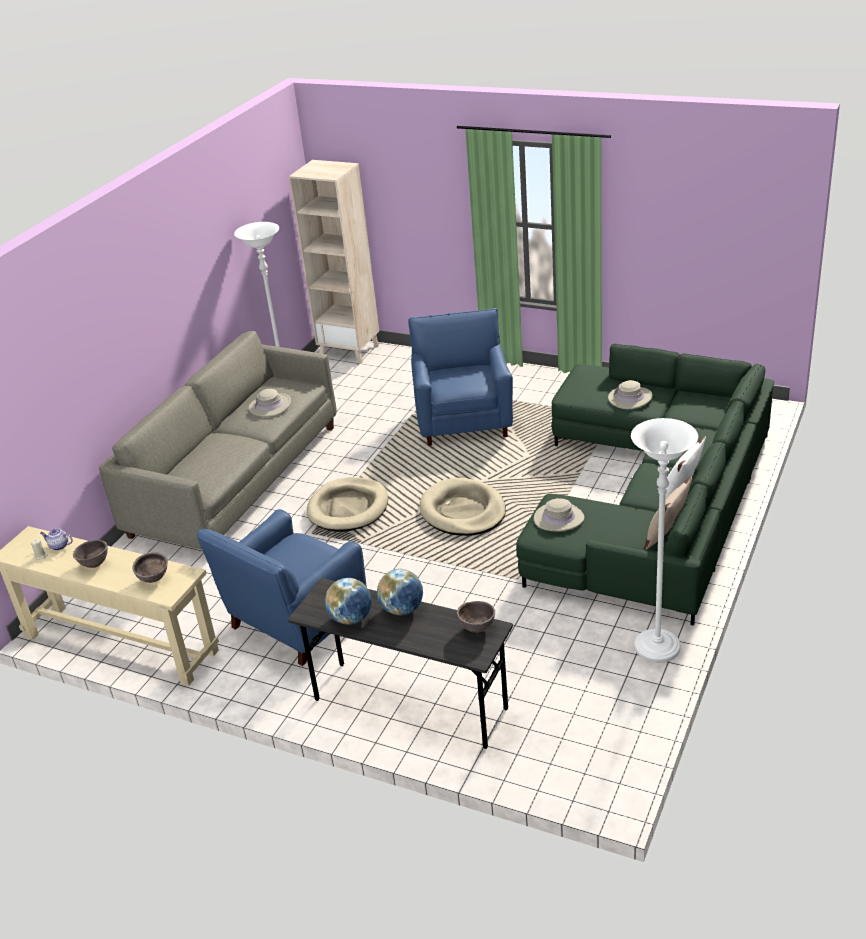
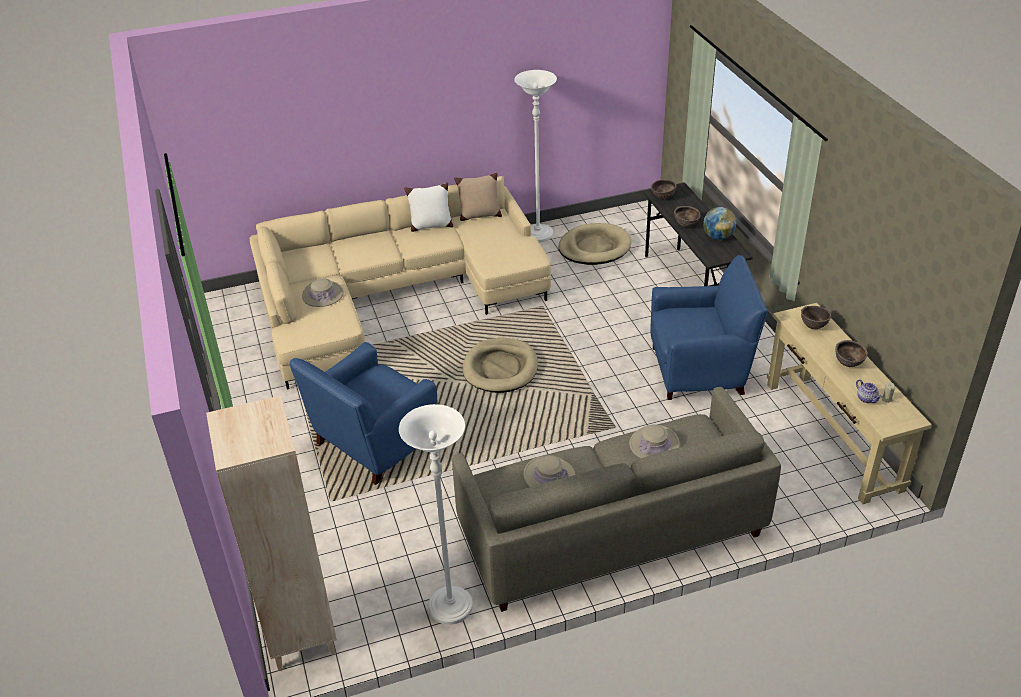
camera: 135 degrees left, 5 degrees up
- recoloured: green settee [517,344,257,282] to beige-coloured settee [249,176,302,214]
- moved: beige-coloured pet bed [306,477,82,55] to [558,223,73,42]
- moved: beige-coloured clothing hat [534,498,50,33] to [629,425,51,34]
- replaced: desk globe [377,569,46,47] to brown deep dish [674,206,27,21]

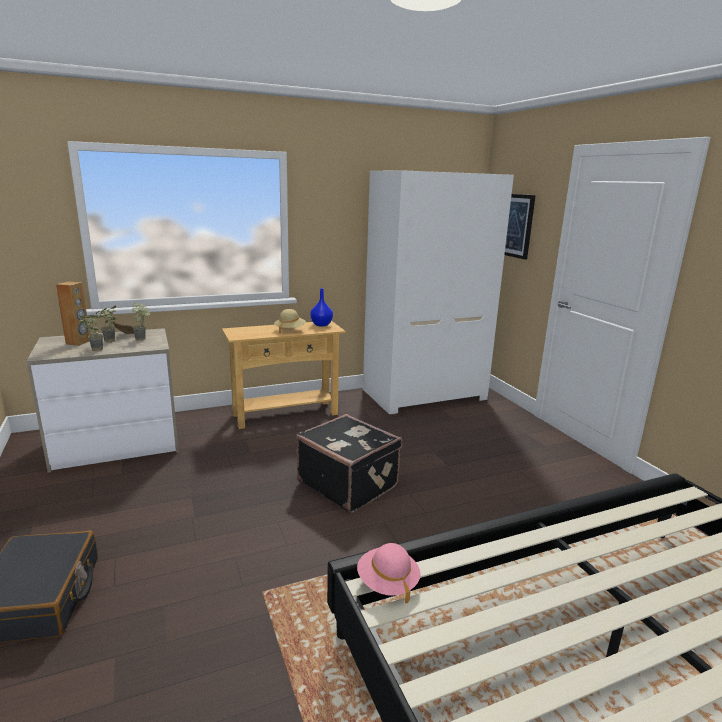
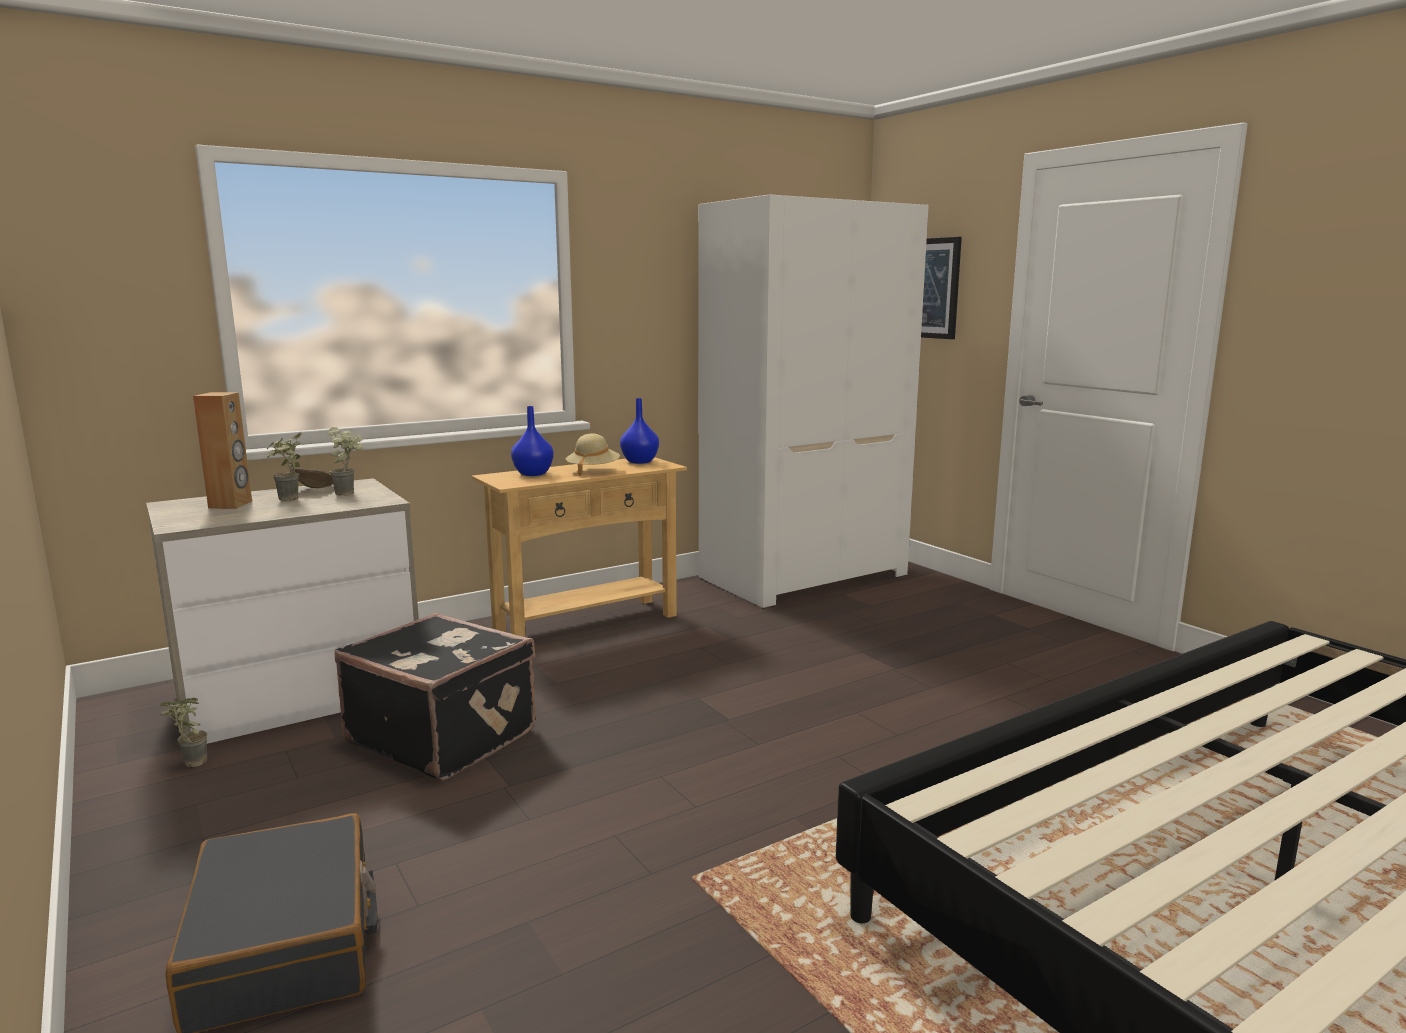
camera: 10 degrees left, 5 degrees down
- moved: houseplant [80,315,23,36] to [159,698,49,69]
- moved: black piece of luggage [296,414,106,99] to [335,613,200,167]
- removed: pink-coloured clothing hat [357,543,64,60]
- added: blue decorative vase [511,406,43,70]

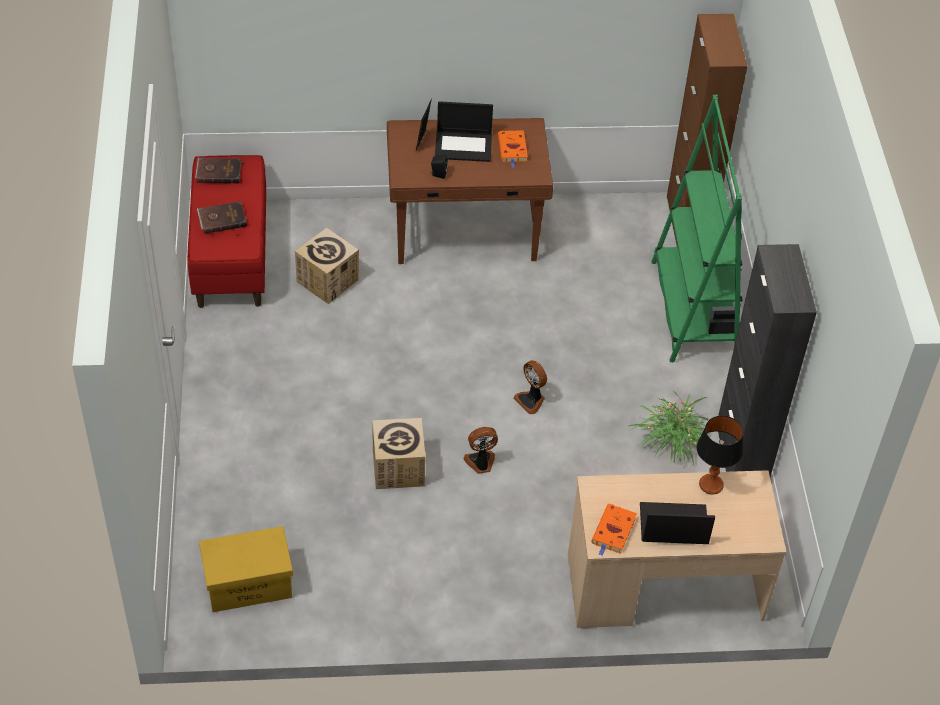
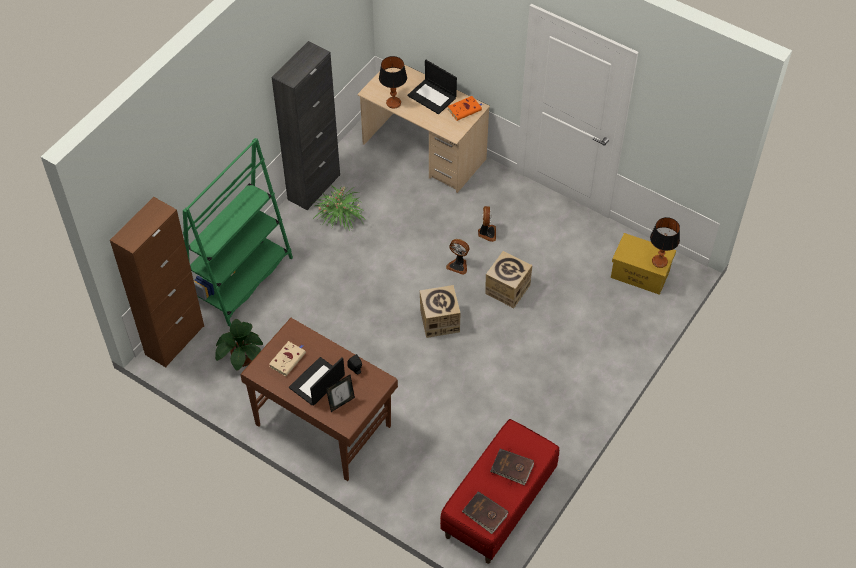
camera: 140 degrees left, 5 degrees up
- turned: laptop [435,101,58,61] = [289,357,56,49] 90 degrees counterclockwise
- recoloured: orange-coloured bound book [498,130,30,38] to beige-coloured bound book [269,341,37,35]
- moved: carton [295,228,64,76] to [420,285,41,53]
- moved: fan [513,360,34,54] to [478,206,18,36]
- added: table lamp [650,217,30,51]
- added: houseplant [215,319,48,52]

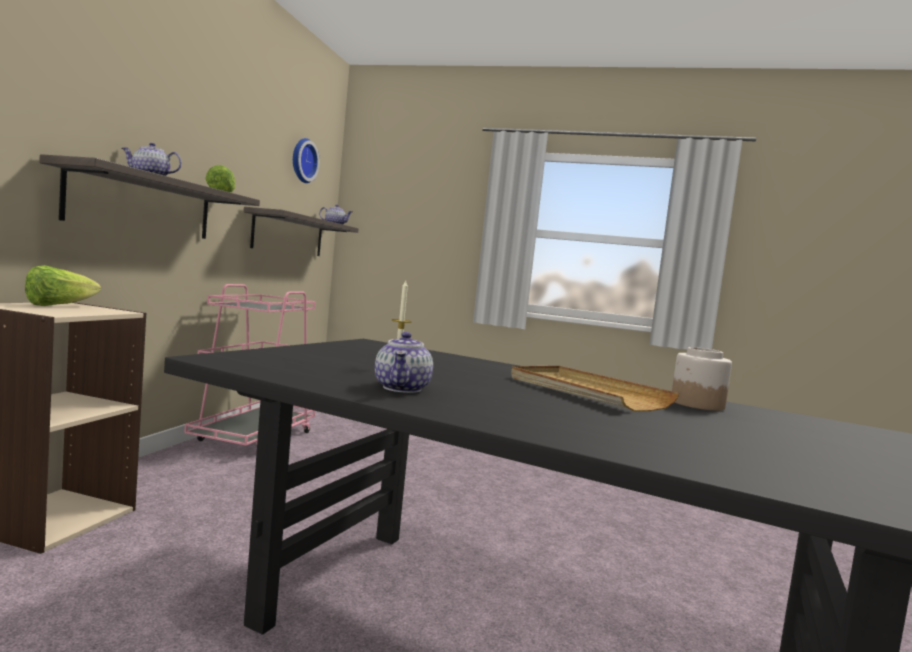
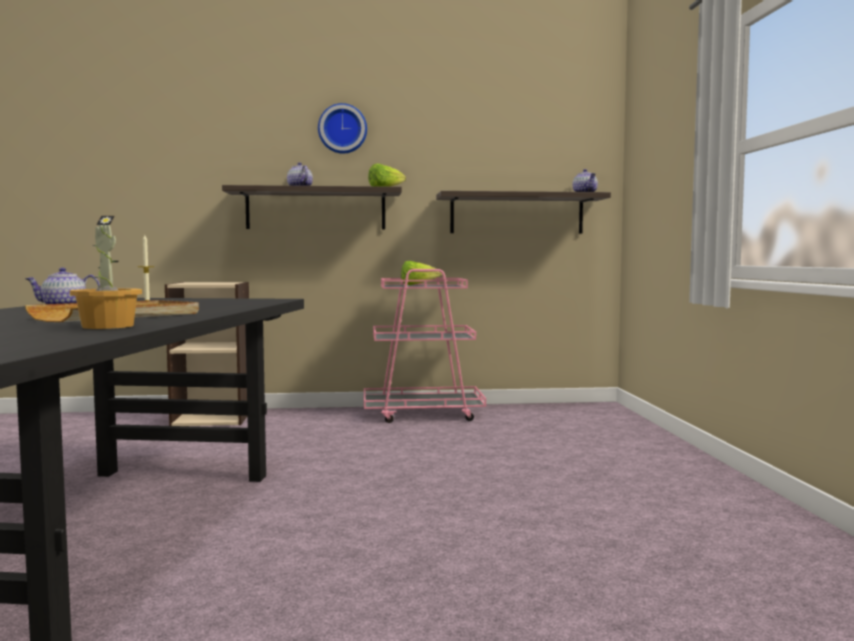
camera: 70 degrees right, 0 degrees up
- moved: hanging clock [293,138,27,45] to [318,103,49,50]
- moved: lettuce head [25,265,76,41] to [401,261,41,24]
- replaced: preserve jar [672,347,60,64] to houseplant [70,216,72,113]

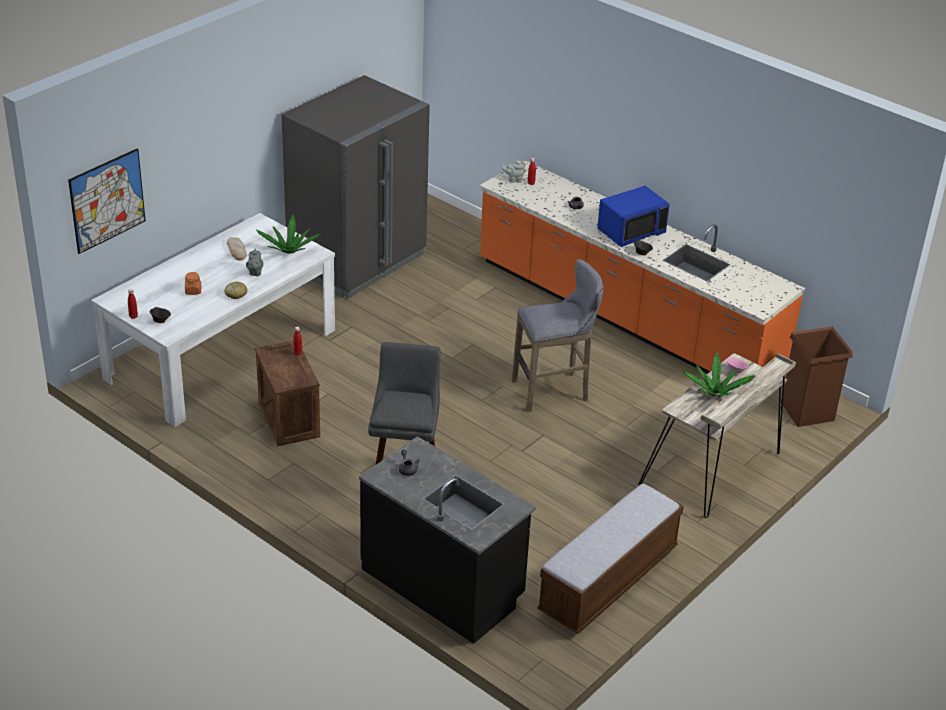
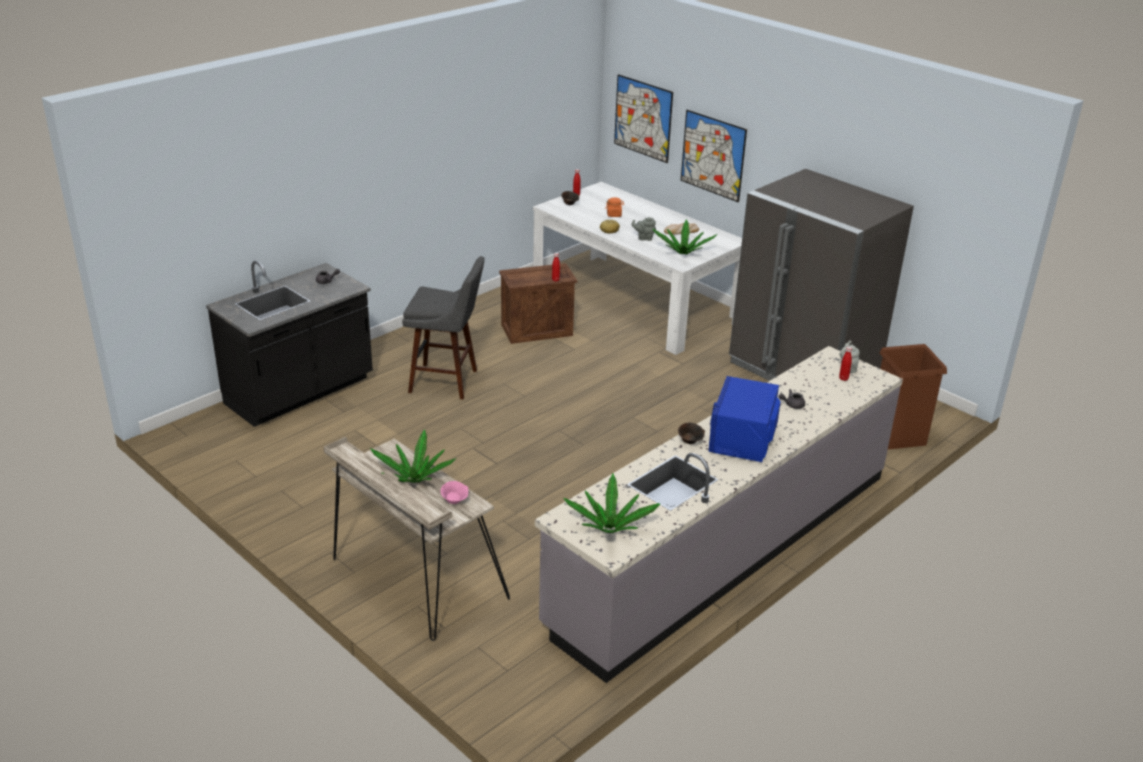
camera: 95 degrees right, 5 degrees down
- recoloured: orange-coloured counter [479,160,326,214] to grey counter [535,346,368,337]
- turned: blue kitchen microwave [597,186,73,61] = [709,376,72,86] 45 degrees clockwise
- removed: grey stool seat [512,259,92,153]
- moved: brown waste bin [781,326,72,101] to [880,344,67,105]
- removed: indoor bench [537,484,147,150]
- added: wall art [681,110,66,92]
- added: houseplant [563,474,97,59]

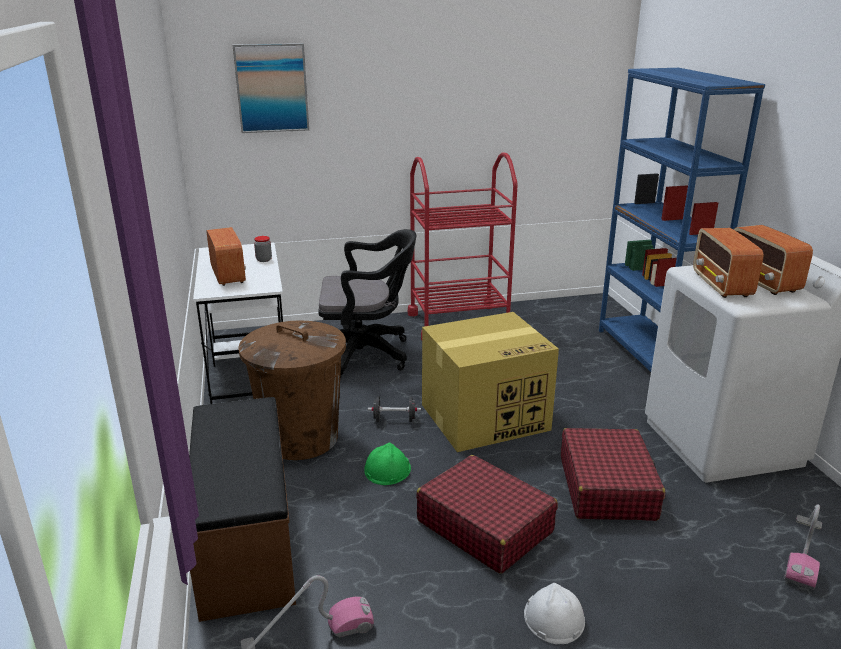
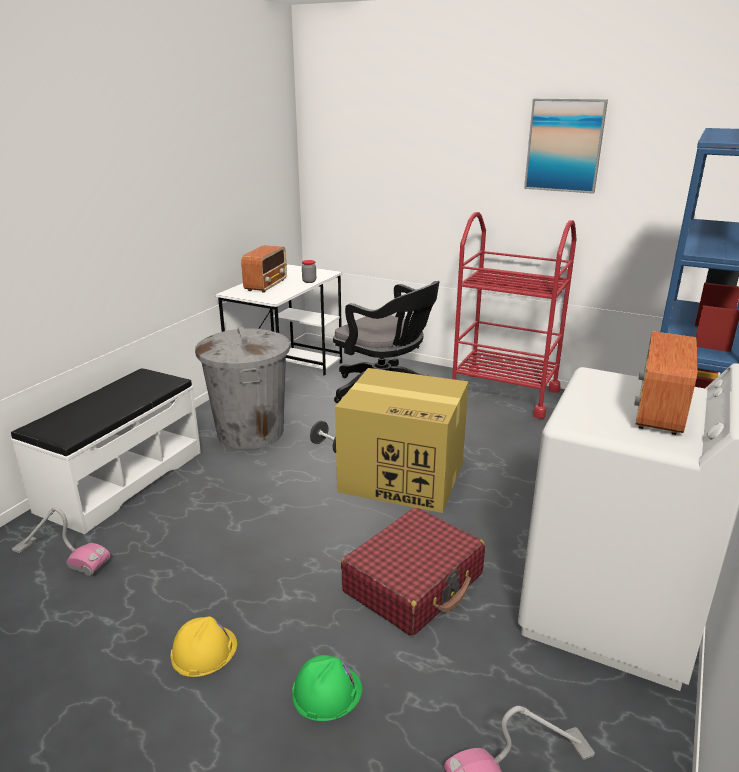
camera: 40 degrees right, 0 degrees up
- moved: wall art [233,43,76,90] to [524,99,84,95]
- removed: radio set [693,228,71,70]
- recoloured: brown waste bin [238,320,108,140] to grey waste bin [195,327,95,122]
- recoloured: brown indoor bench [189,397,107,225] to white indoor bench [11,368,190,166]
- moved: green work helmet [364,443,47,42] to [292,655,70,66]
- removed: red-coloured piece of luggage [416,455,142,119]
- recoloured: white work helmet [524,583,61,61] to yellowish work helmet [171,616,66,61]

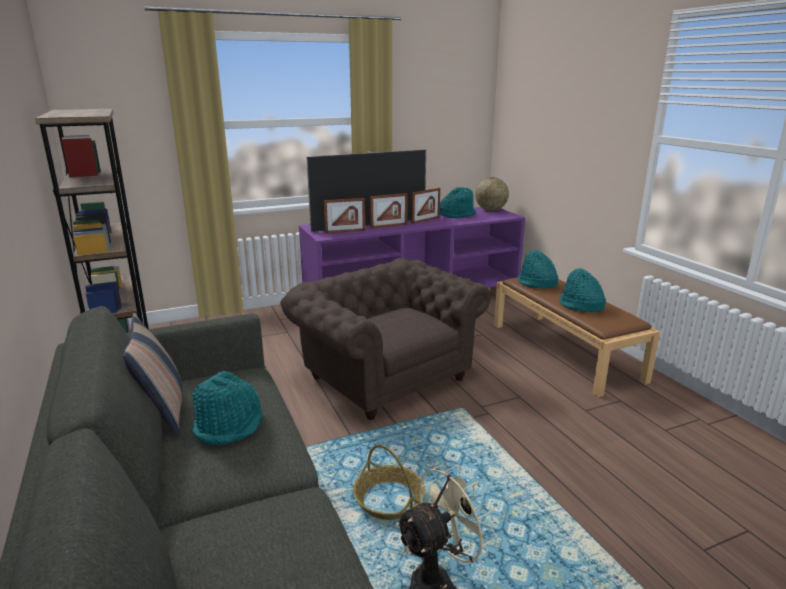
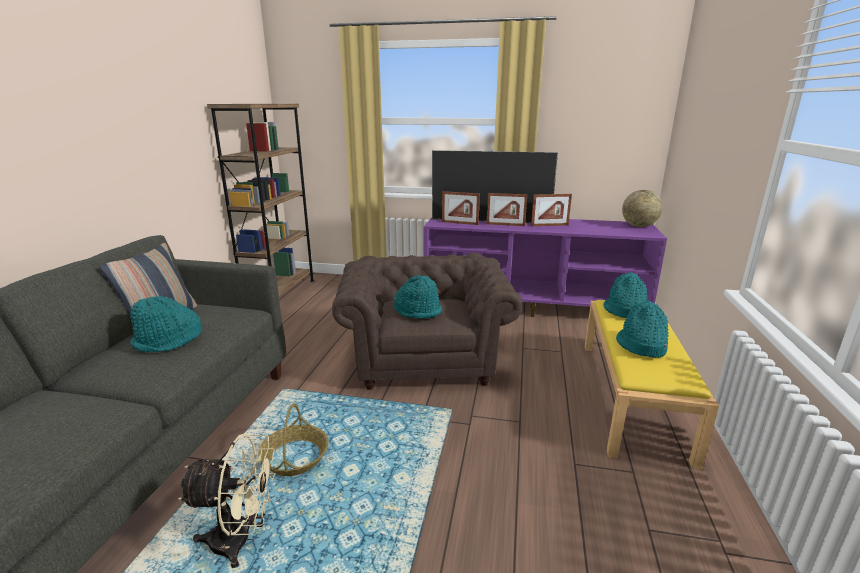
camera: 35 degrees right, 0 degrees up
- moved: blue-green clothing hat [440,187,36,31] to [394,275,48,44]
- recoloured: brown indoor bench [494,278,166,119] to yellowish indoor bench [585,300,134,170]

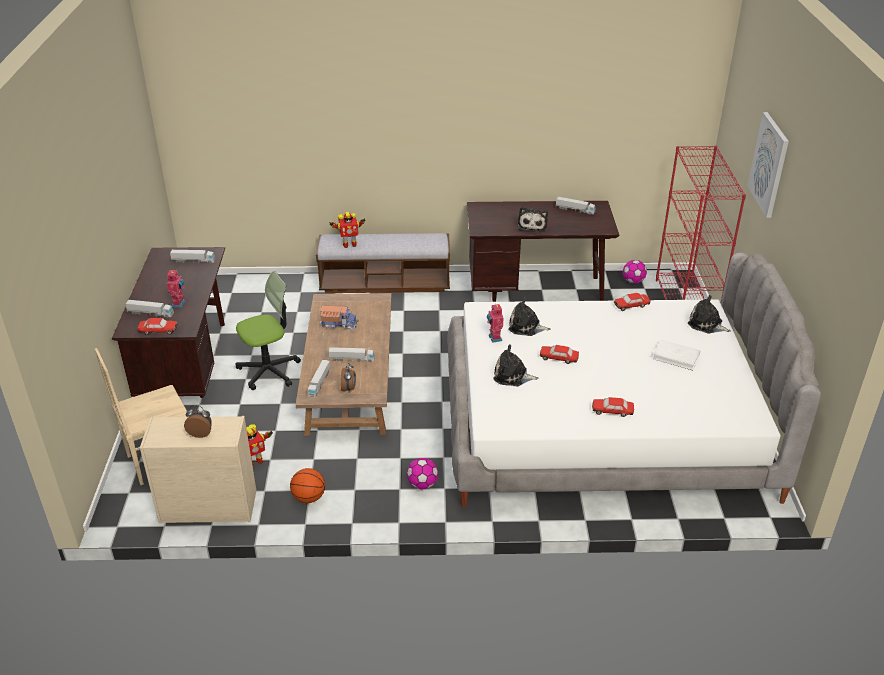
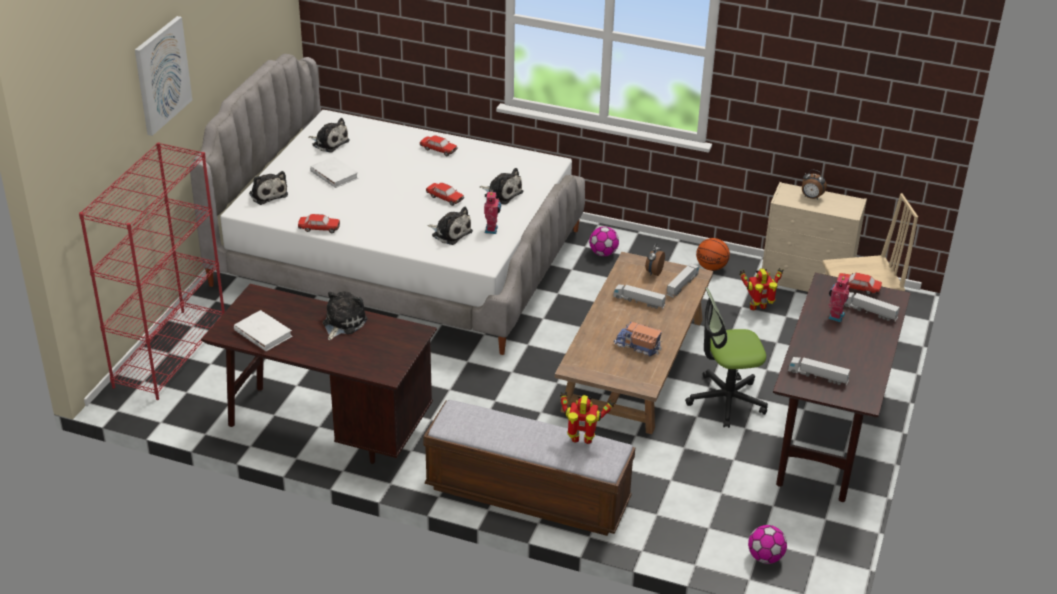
camera: 160 degrees left, 0 degrees up
- replaced: model truck [555,197,40,18] to white bound book [234,310,58,41]
- moved: football ball [623,260,24,24] to [748,525,39,39]
- added: plush toy [309,118,41,35]

